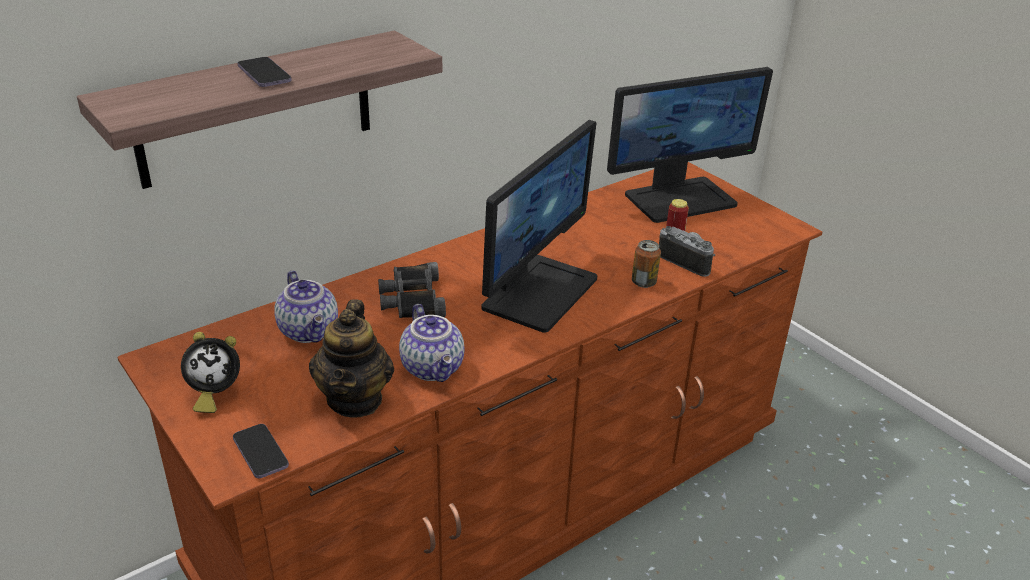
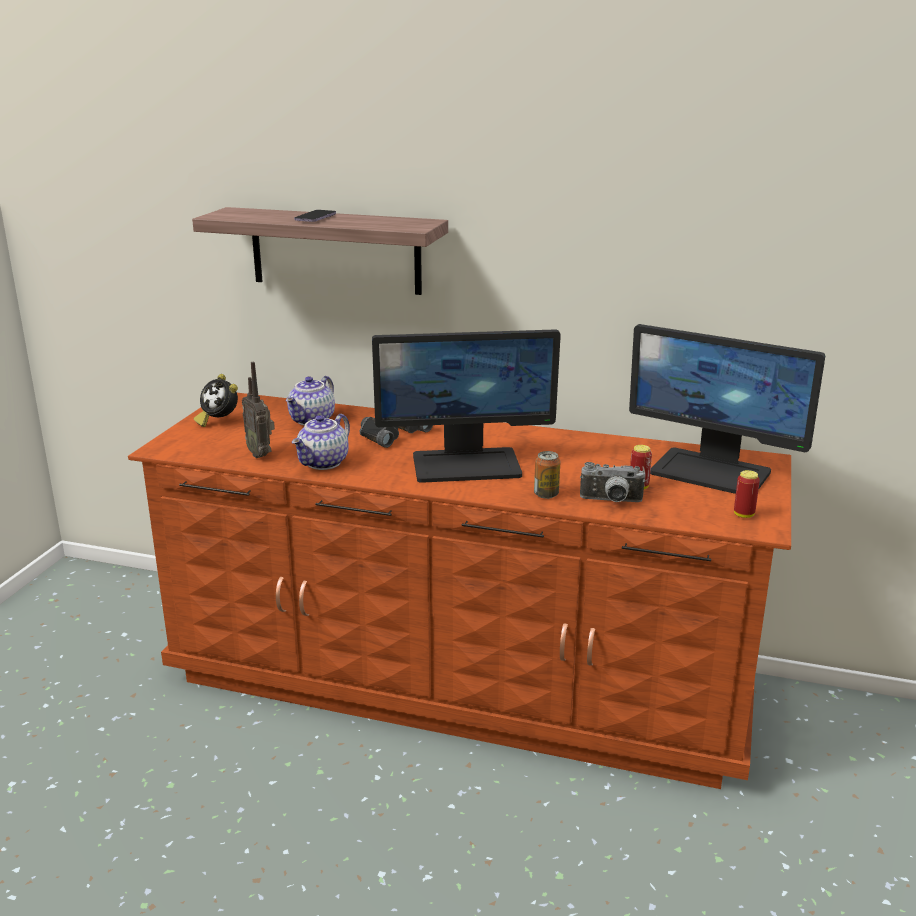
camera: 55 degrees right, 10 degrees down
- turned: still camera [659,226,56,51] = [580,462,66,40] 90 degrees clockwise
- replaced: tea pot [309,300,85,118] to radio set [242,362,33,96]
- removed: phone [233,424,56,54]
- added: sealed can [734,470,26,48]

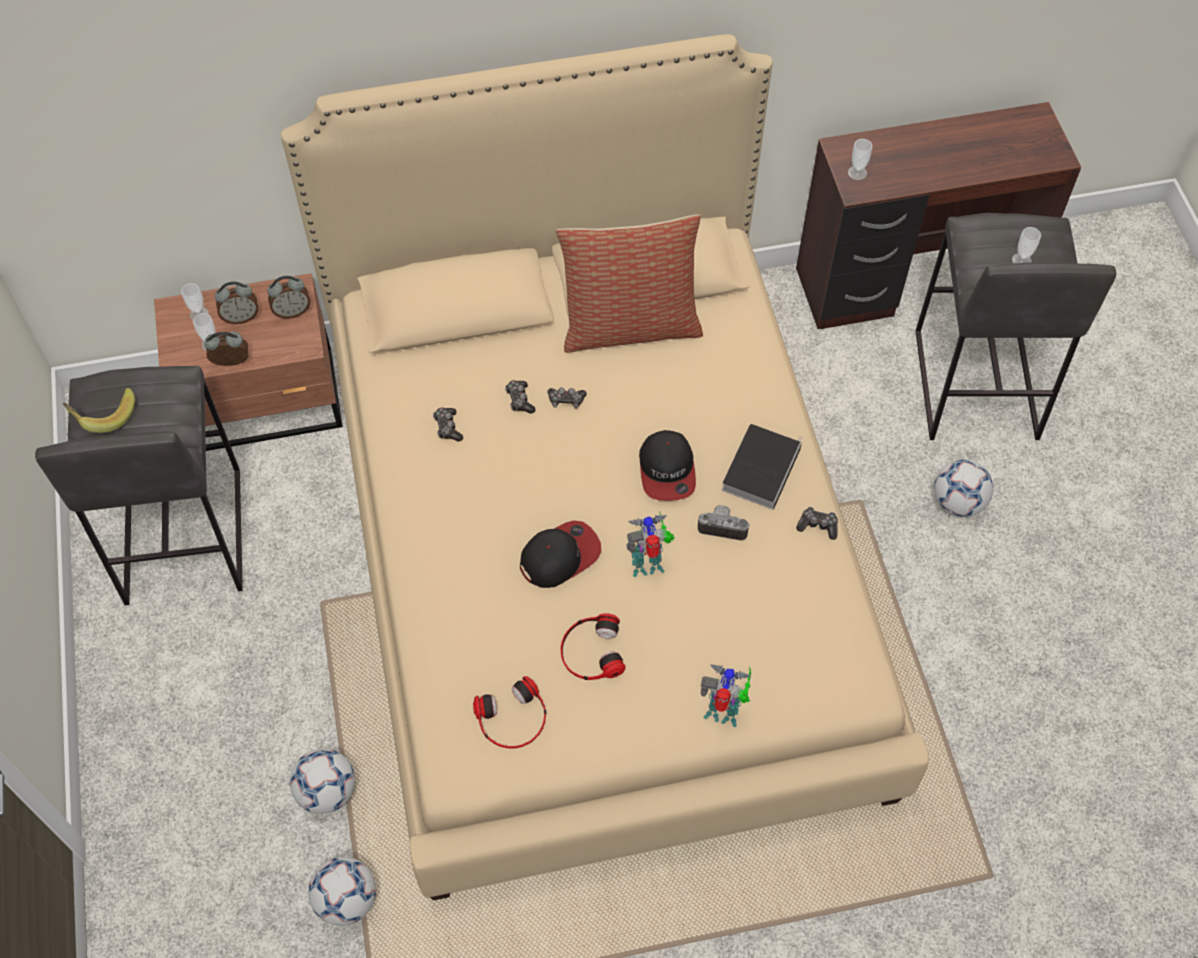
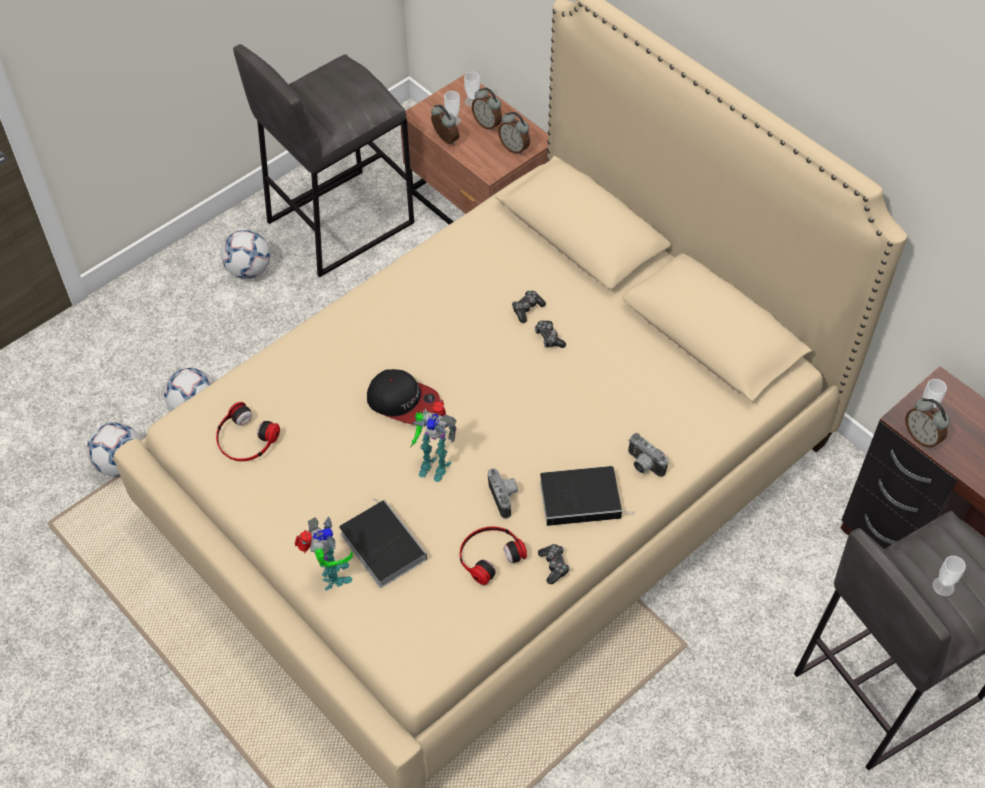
camera: 60 degrees right, 5 degrees down
- removed: throw pillow [556,214,147,139]
- removed: banana fruit [63,388,72,45]
- removed: game controller [433,408,30,34]
- removed: baseball cap [639,430,57,71]
- moved: football ball [934,459,59,58] to [221,230,49,49]
- turned: model robot [627,512,48,65] = [410,399,47,83] 150 degrees clockwise
- moved: headset [561,613,65,67] to [460,526,67,59]
- added: alarm clock [905,398,45,51]
- added: still camera [628,433,41,44]
- added: bound book [339,498,88,90]

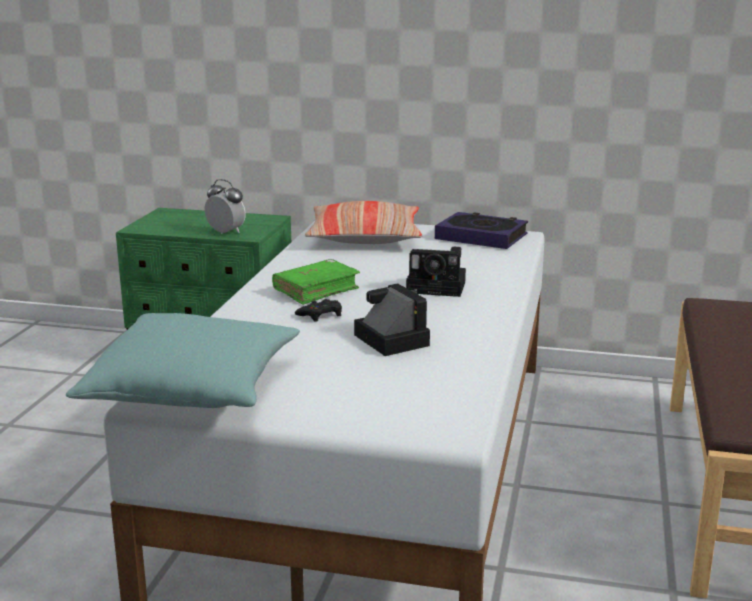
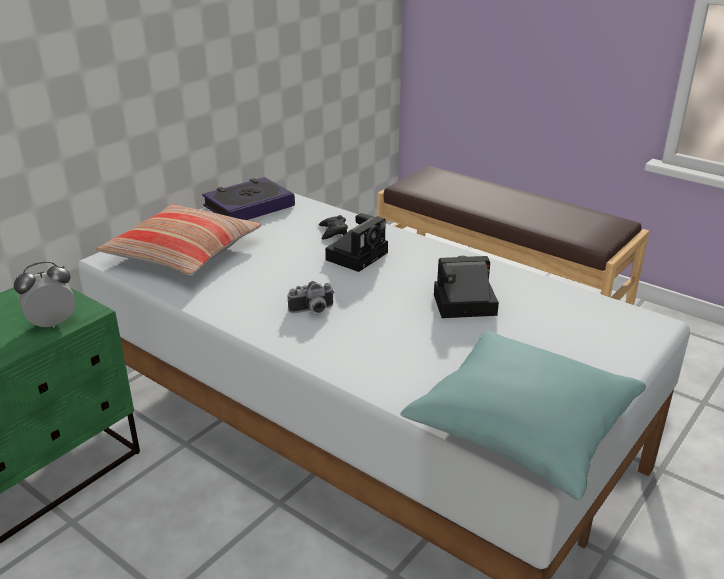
camera: 65 degrees left, 10 degrees up
- replaced: green bound book [272,259,88,46] to still camera [288,281,47,32]
- moved: black game controller [295,299,47,23] to [319,215,29,24]

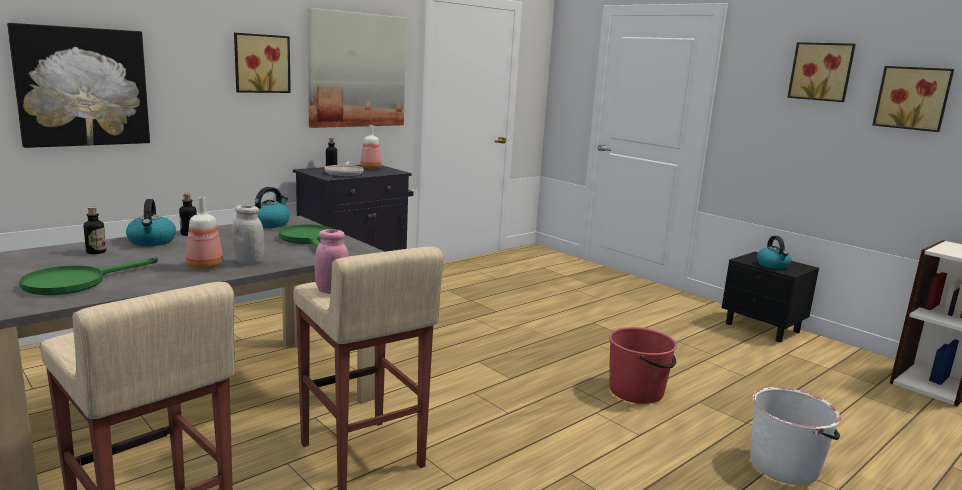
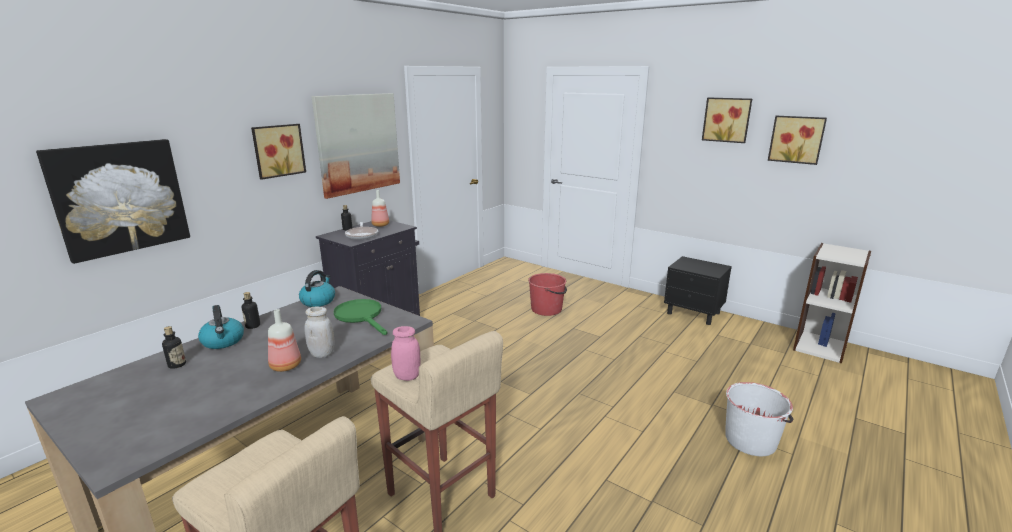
camera: 10 degrees left, 5 degrees up
- removed: kettle [757,236,34,33]
- removed: green frying pan [19,258,139,37]
- moved: red-coloured pail [609,327,68,77] to [528,273,39,43]

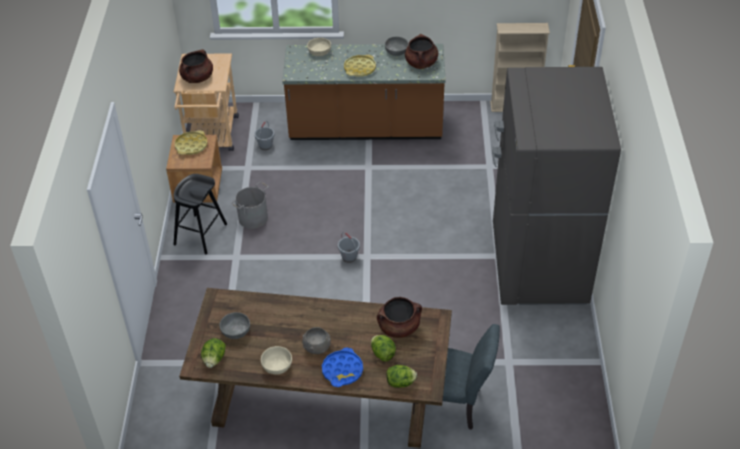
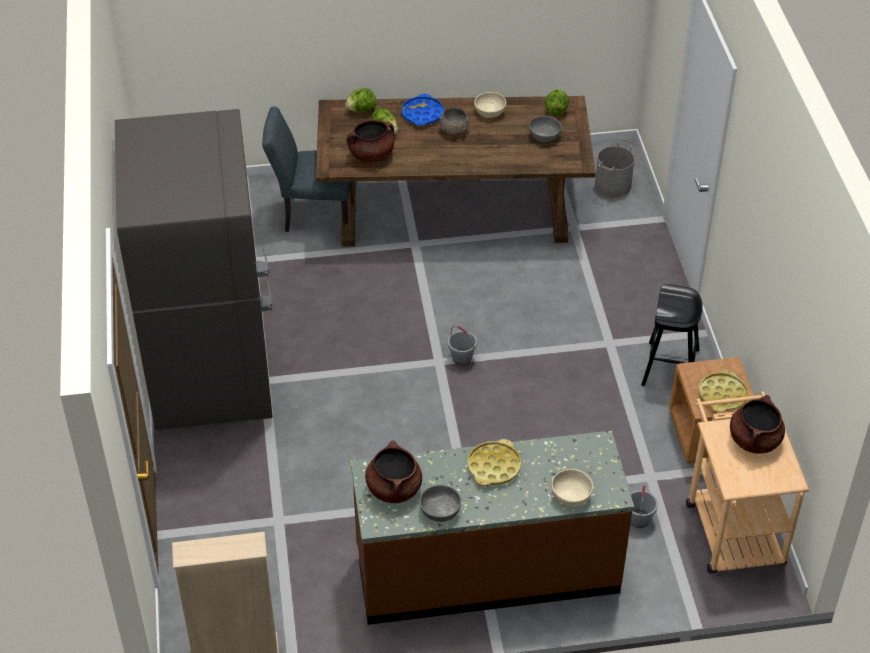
camera: 170 degrees right, 0 degrees up
- moved: grey pail [231,182,37,47] to [595,138,39,60]

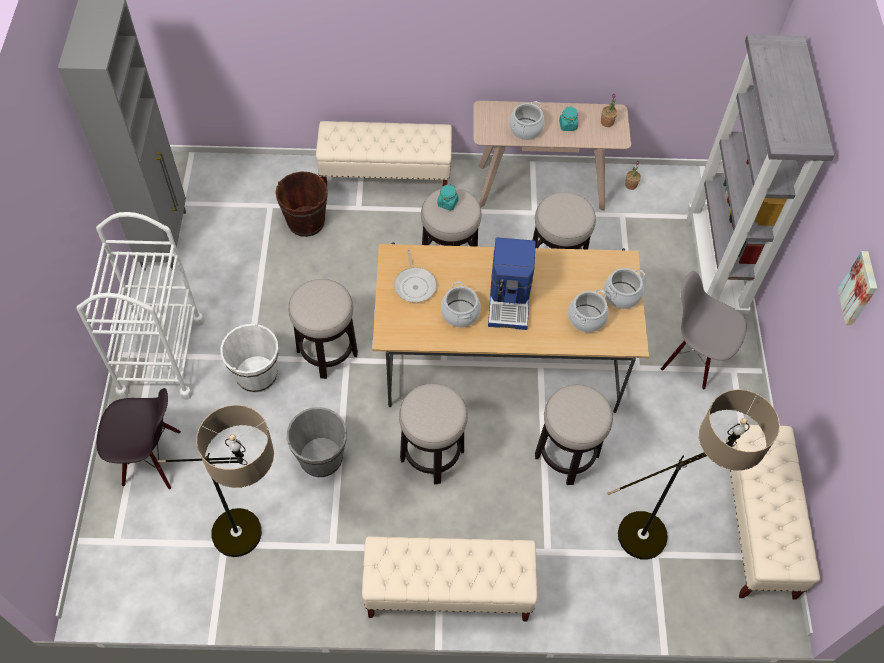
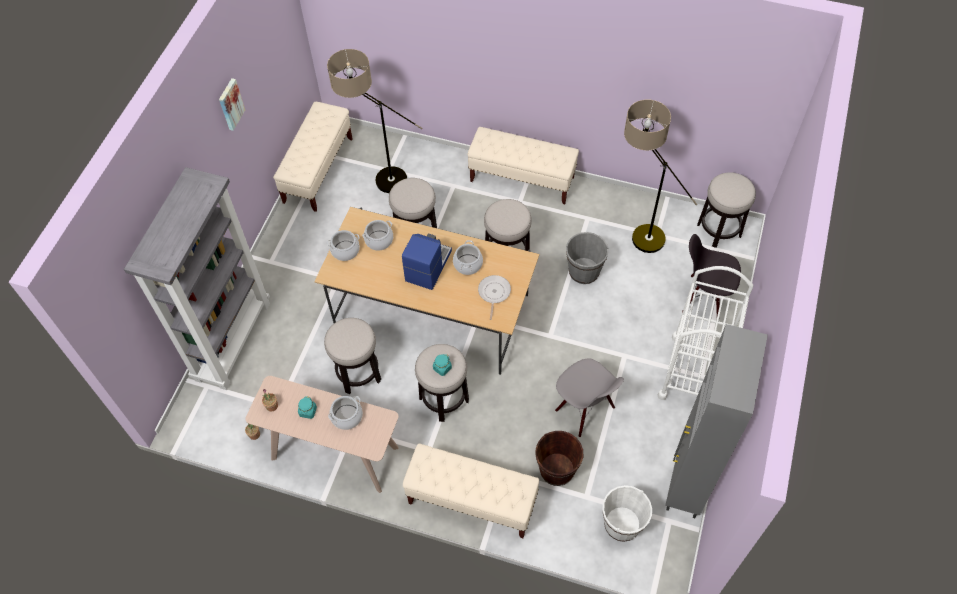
camera: 160 degrees left, 0 degrees up
- moved: grey upright chair [661,271,86,119] to [555,358,69,79]
- moved: stool seat [288,279,70,100] to [697,172,59,76]
- moved: white pail [220,323,58,70] to [602,485,50,57]

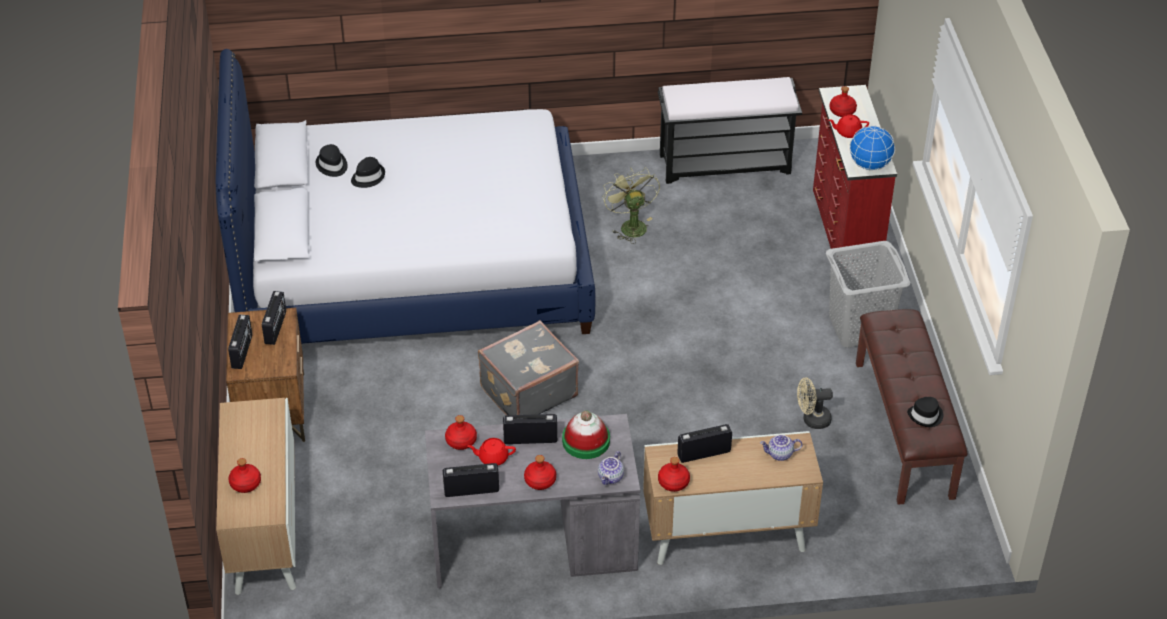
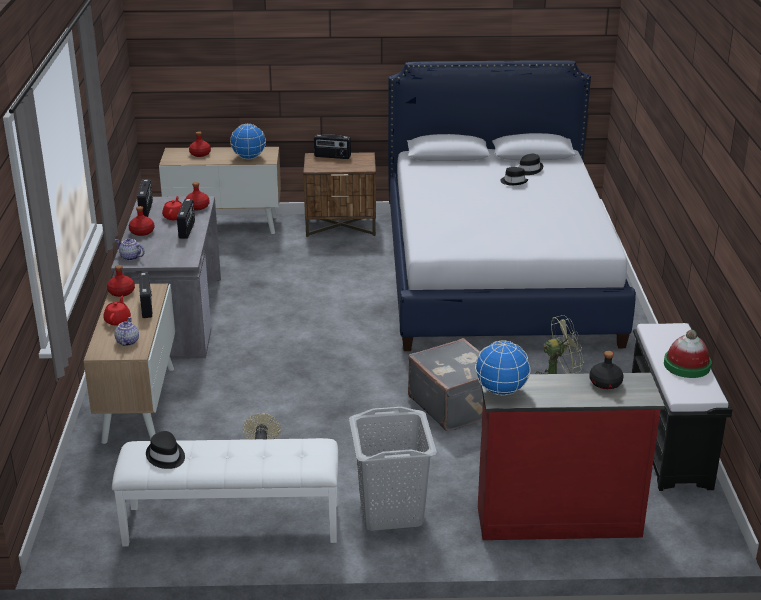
camera: 95 degrees right, 15 degrees down
- recoloured: red-coloured beverage bottle [830,86,27,31] to black beverage bottle [589,351,35,38]
- moved: red-coloured tea pot [829,114,40,24] to [103,296,28,29]
- removed: radio set [262,291,24,54]
- recoloured: brown indoor bench [856,309,111,196] to white indoor bench [112,438,226,108]
- moved: grey piece of luggage [478,320,101,95] to [408,338,75,94]
- moved: clothing hat [562,410,48,49] to [664,330,48,48]
- added: desk globe [230,124,36,35]

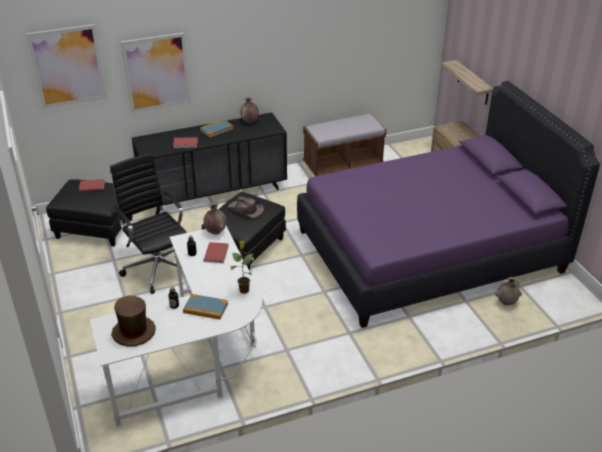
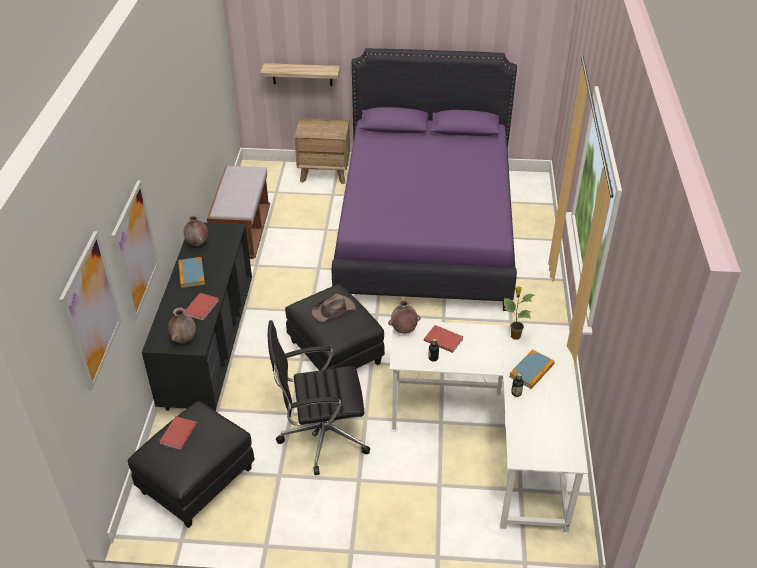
camera: 65 degrees left, 5 degrees up
- moved: brown decorative vase [495,277,27,29] to [168,308,28,36]
- removed: brown clothing hat [111,295,45,52]

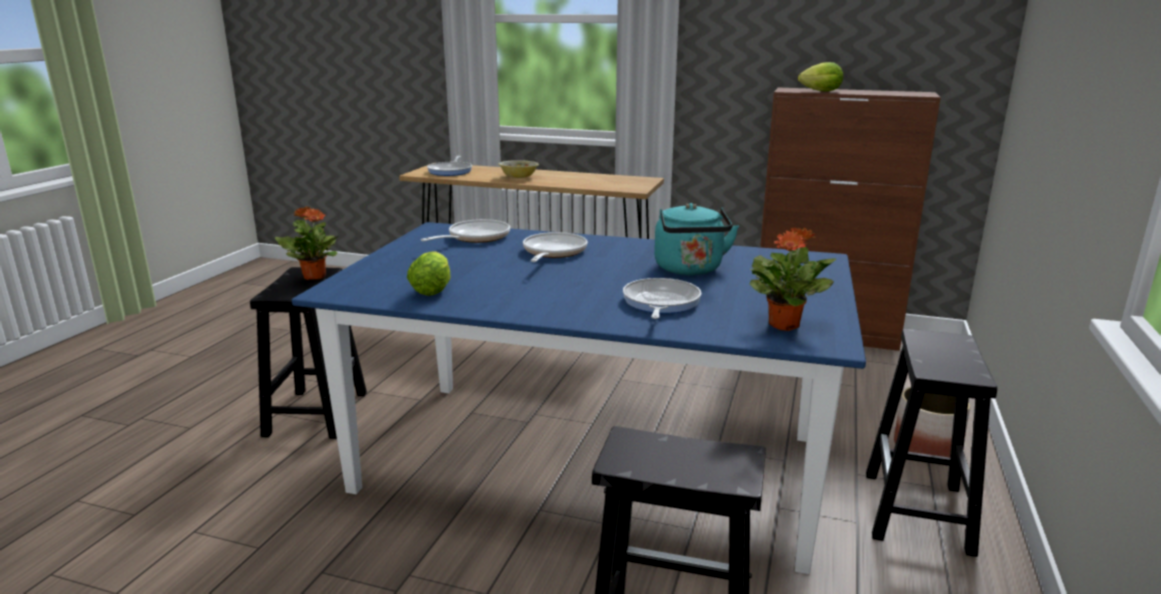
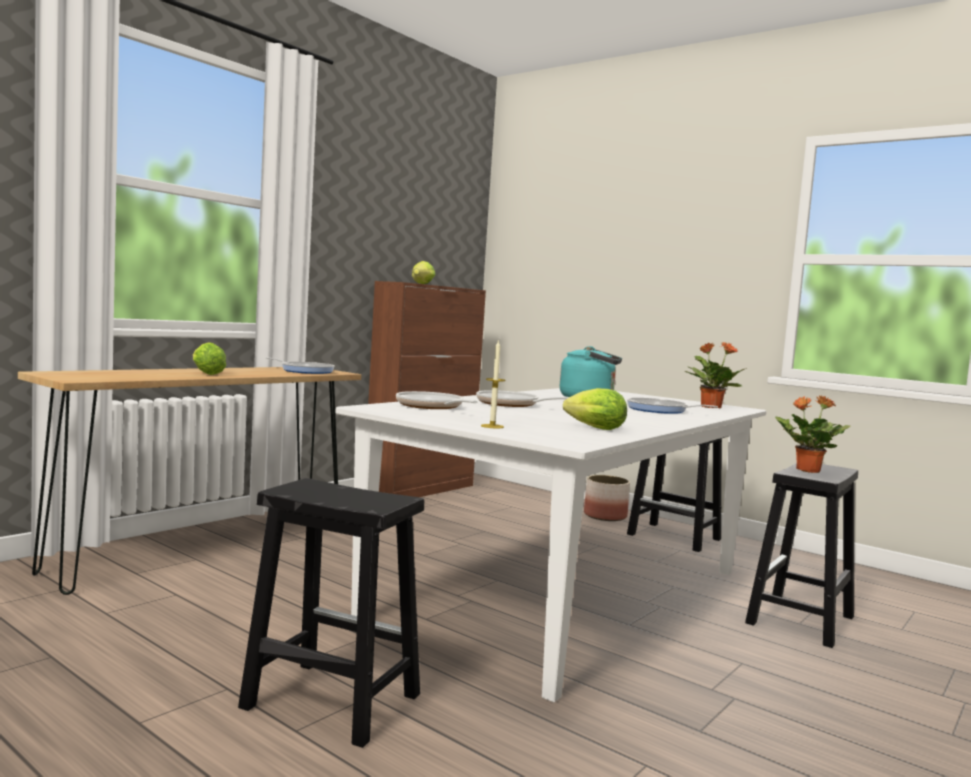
camera: 70 degrees left, 15 degrees down
- moved: frying pan [427,156,45,20] to [266,358,69,16]
- replaced: deep dish [498,160,41,18] to lettuce head [193,343,33,32]
- moved: houseplant [275,206,63,74] to [775,396,76,77]
- recoloured: blue dinner table [292,222,574,352] to white dinner table [335,388,431,314]
- added: candle [481,339,25,90]

